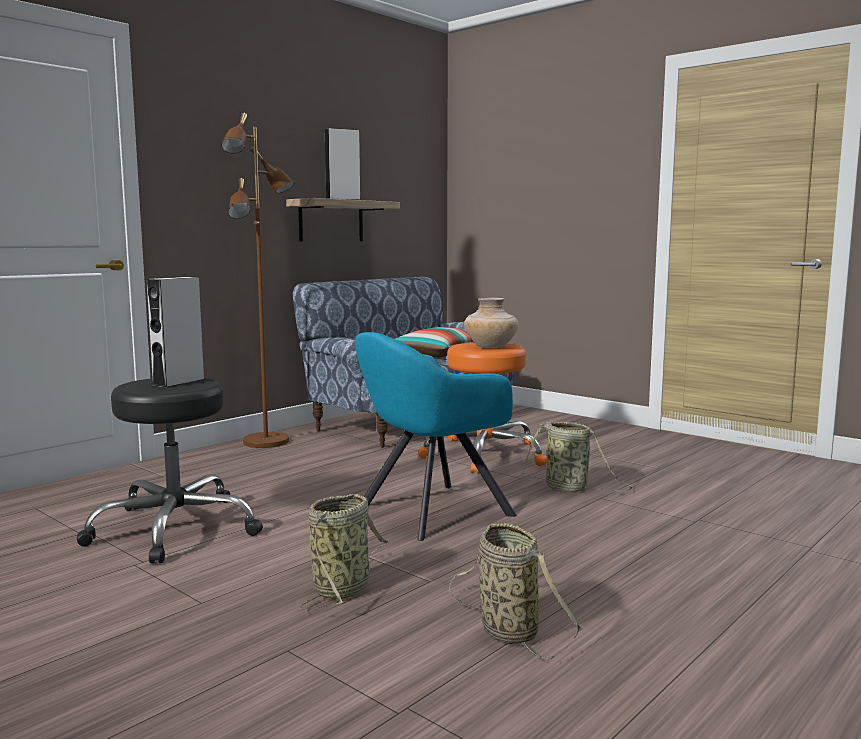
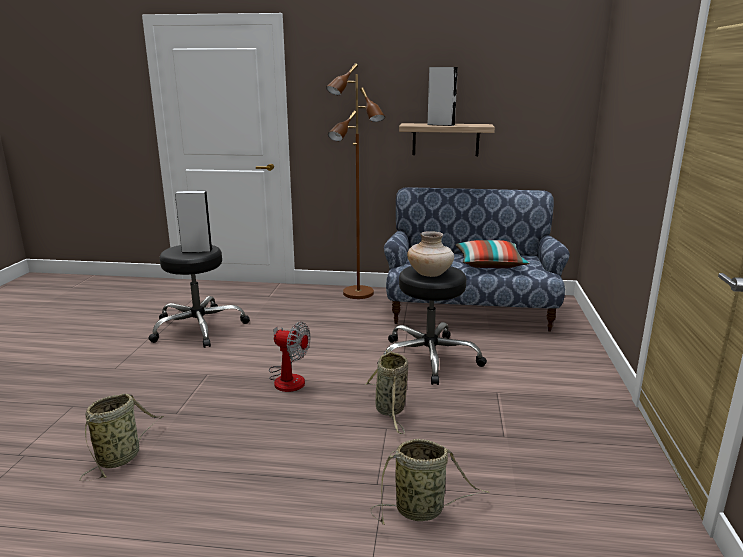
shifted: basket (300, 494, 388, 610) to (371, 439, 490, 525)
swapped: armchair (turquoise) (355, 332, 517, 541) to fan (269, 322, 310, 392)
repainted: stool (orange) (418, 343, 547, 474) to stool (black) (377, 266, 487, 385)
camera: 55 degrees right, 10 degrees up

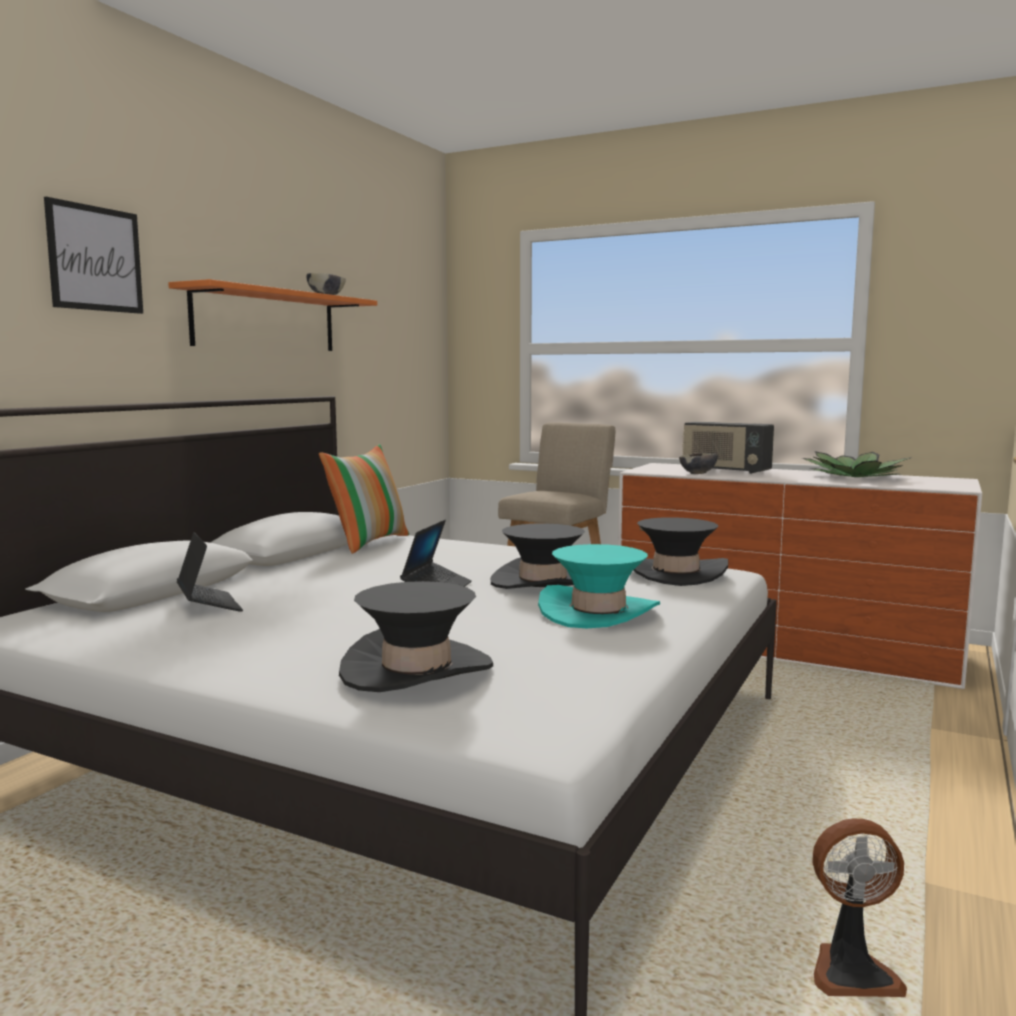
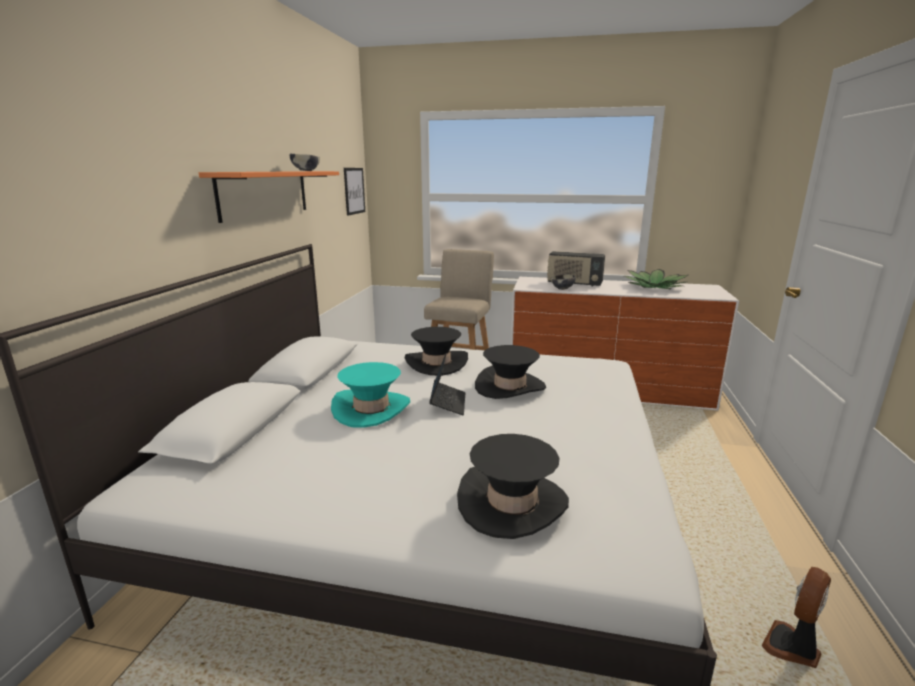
gone: laptop (177, 532, 243, 612); pillow (319, 444, 409, 554)
shifted: picture (44, 197, 143, 314) to (344, 168, 365, 216); hat (turquoise) (538, 544, 660, 628) to (331, 362, 410, 428); hat (black) (633, 517, 728, 586) to (405, 327, 468, 376)
rotated: fan (813, 818, 907, 997) = (761, 567, 831, 668) 150 degrees clockwise
camera: 15 degrees left, 10 degrees up

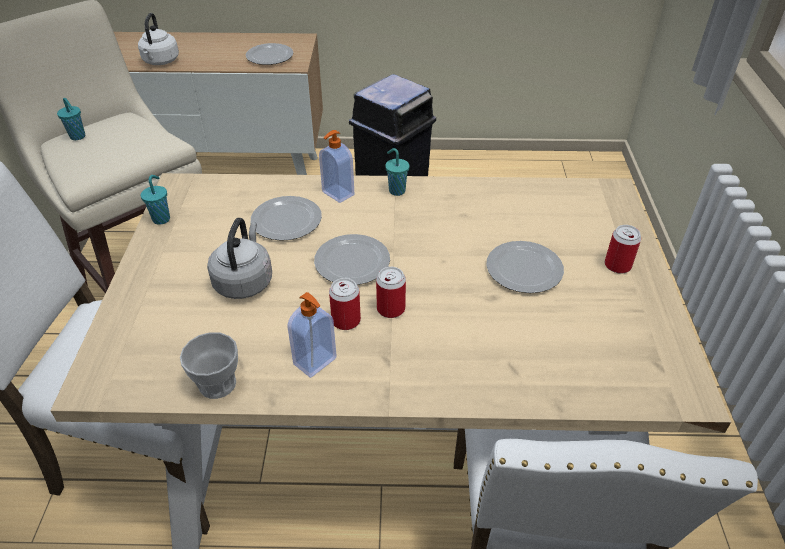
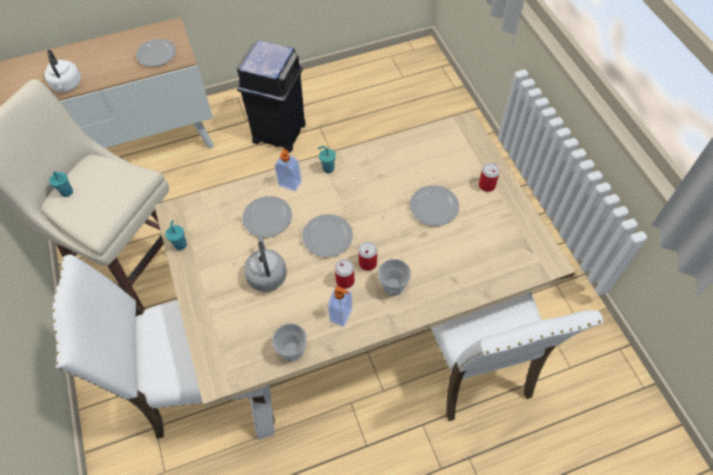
new: cup (378, 259, 411, 296)
camera: 20 degrees left, 15 degrees up

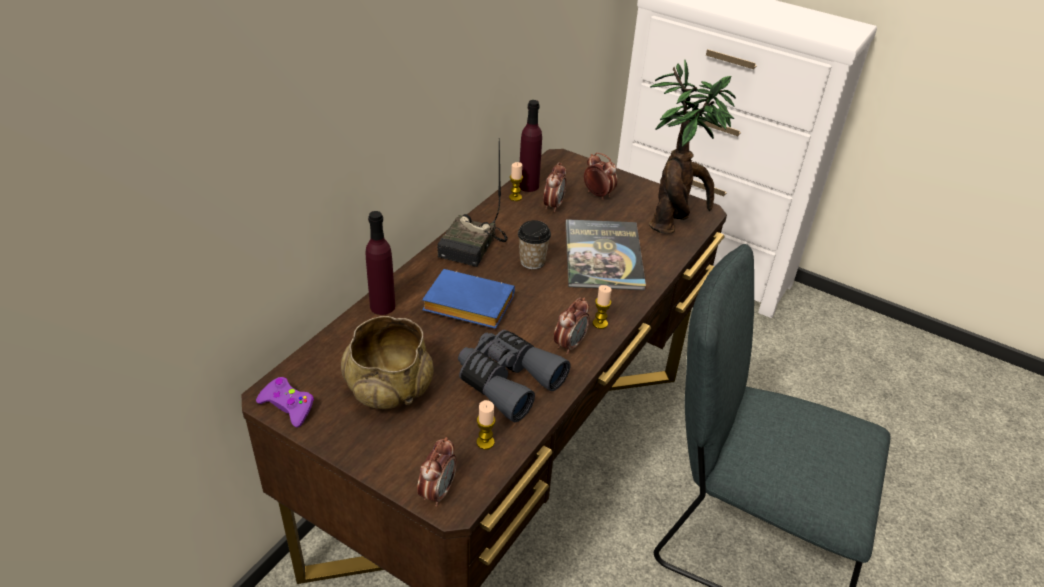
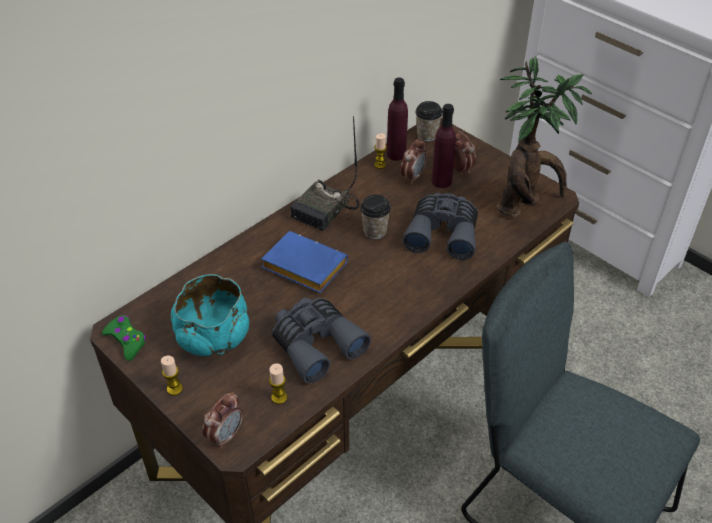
gone: alarm clock (554, 297, 590, 355)
new: cup (416, 101, 443, 142)
shifted: bottle (purple) (366, 211, 395, 315) to (432, 104, 456, 188); candle (593, 285, 612, 329) to (161, 356, 183, 396)
swapped: book (565, 219, 646, 290) to binoculars (grey) (402, 193, 478, 260)
repainted: game controller (purple) (256, 377, 314, 427) to game controller (green) (102, 315, 146, 361); bowl (beige) (341, 316, 434, 409) to bowl (turquoise) (171, 274, 249, 356)
camera: 15 degrees right, 5 degrees up

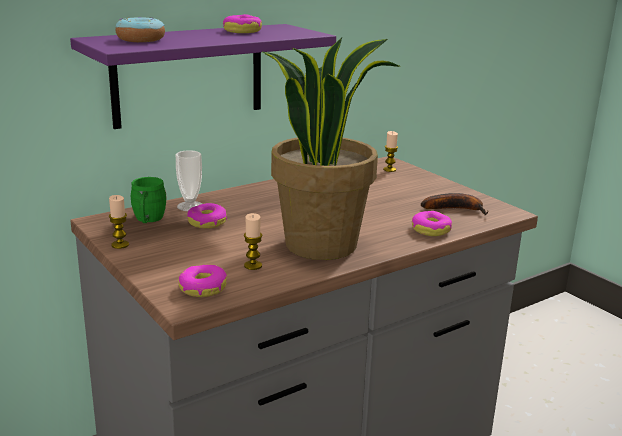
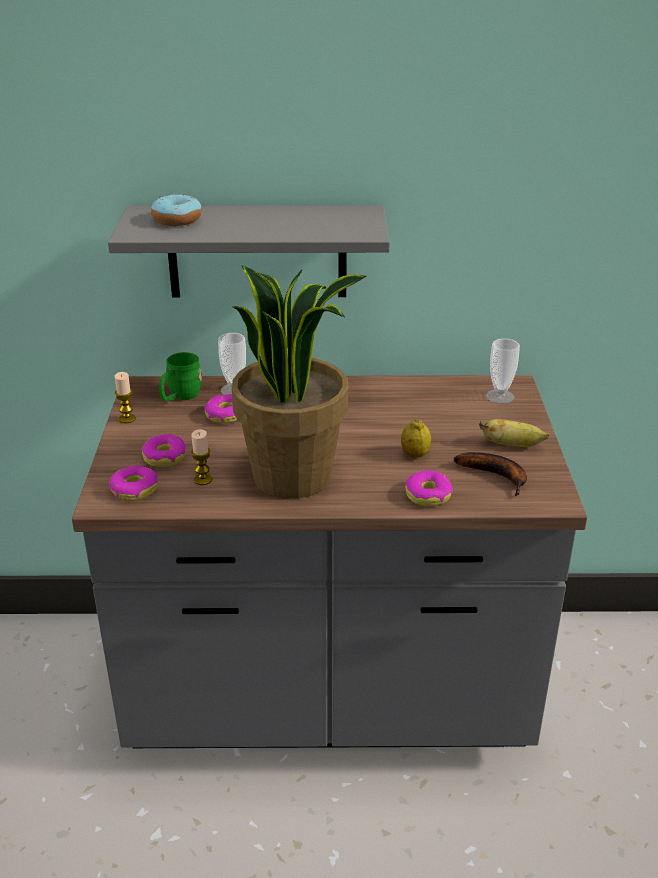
new: lemon (401, 419, 431, 458); banana (479, 419, 549, 447)
shifted: donut (223, 14, 262, 33) to (142, 434, 186, 467)
swapped: candle (383, 131, 398, 172) to cup (486, 338, 520, 404)
repainted: shelf (purple) (70, 24, 336, 129) to shelf (grey) (108, 205, 390, 298)
camera: 35 degrees right, 10 degrees up

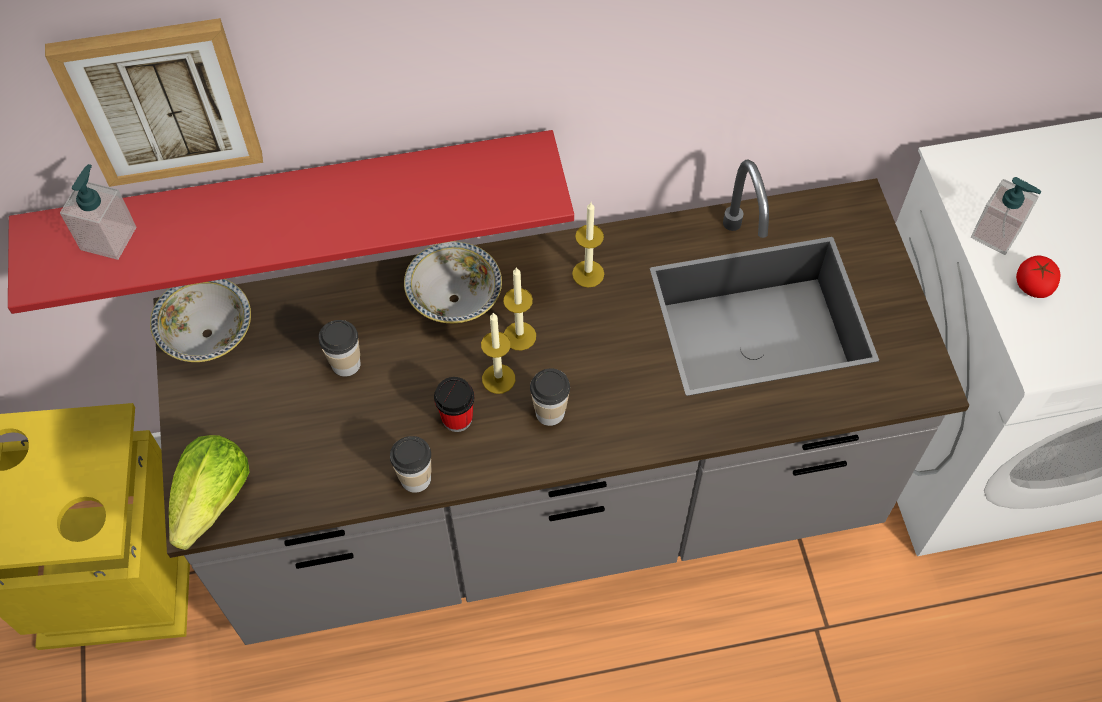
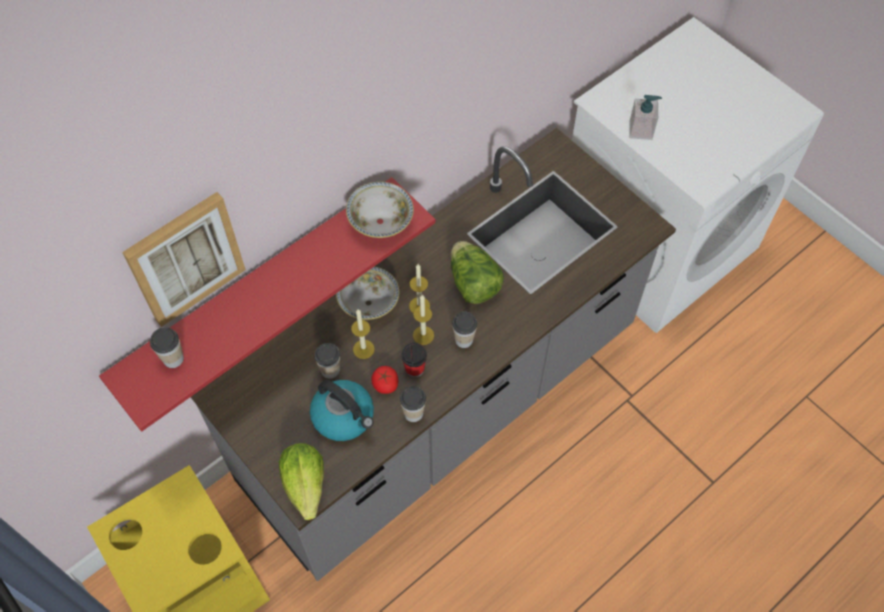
new: kettle (310, 380, 374, 441); lettuce (451, 241, 504, 304)
shifted: bowl (150, 279, 251, 362) to (346, 182, 414, 238); candle (572, 202, 604, 288) to (351, 309, 375, 359); tomato (1016, 255, 1060, 298) to (371, 366, 398, 394)
swapped: soap dispenser (60, 164, 136, 260) to cup (150, 327, 184, 368)
camera: 30 degrees left, 0 degrees up

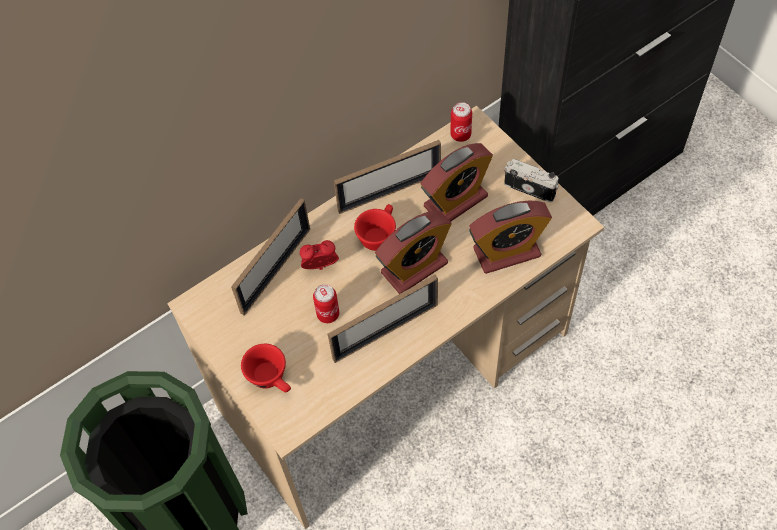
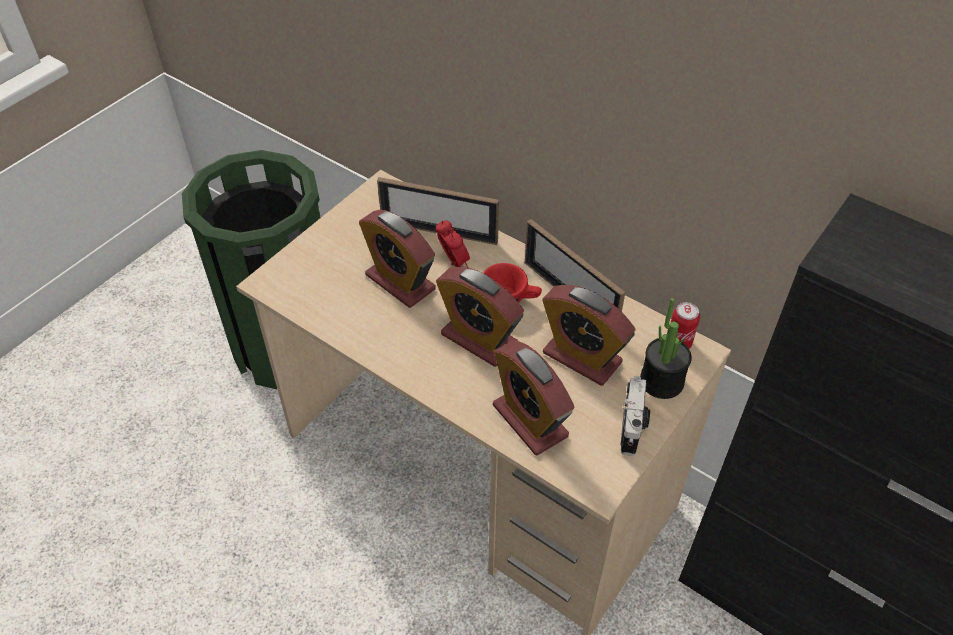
gone: cup (red) (241, 344, 291, 392); picture frame (328, 275, 438, 363)
new: potted plant (640, 298, 692, 399)
swapped: can (313, 284, 339, 323) to alarm clock (359, 210, 436, 308)
camera: 70 degrees right, 10 degrees down

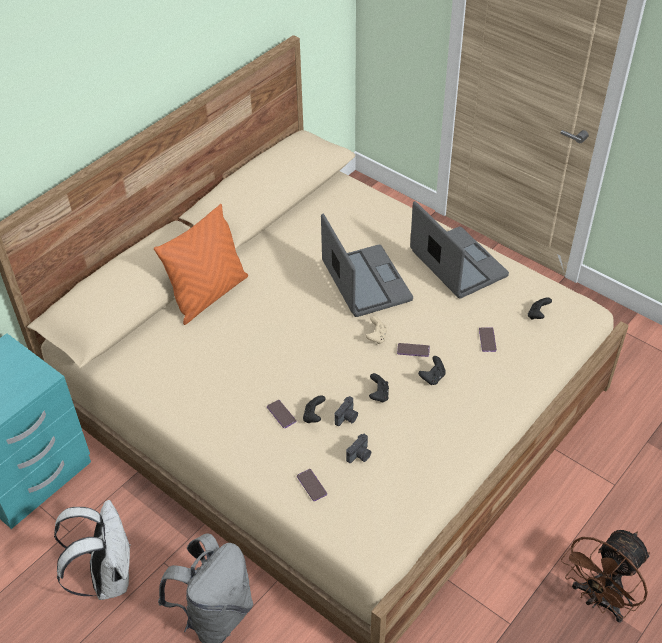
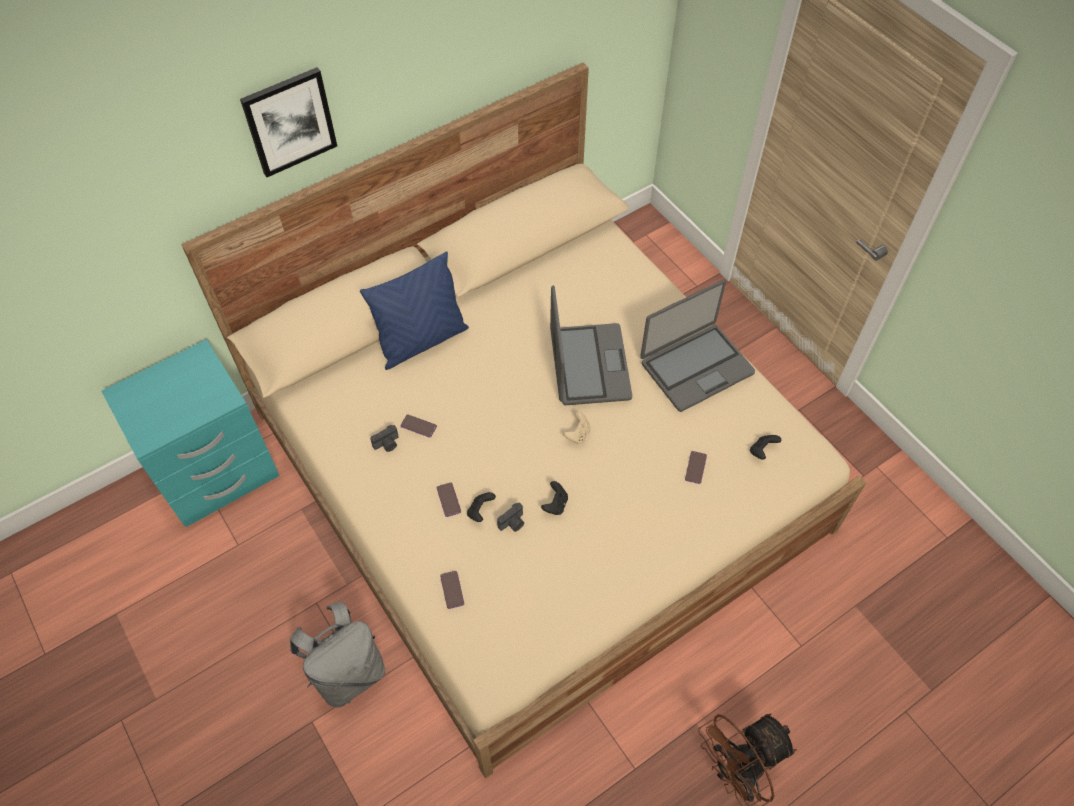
gone: backpack (white) (54, 500, 131, 600); game controller (black) (418, 356, 446, 385)
new: picture (240, 67, 337, 177)
shifted: photo camera (346, 434, 371, 463) to (370, 425, 399, 452); phone (397, 343, 430, 357) to (400, 414, 437, 438)
repainted: pillow (orange) (154, 204, 248, 325) to pillow (blue) (360, 251, 469, 370)
rotated: laptop (410, 201, 509, 299) = (640, 280, 755, 412) 75 degrees clockwise
camera: 15 degrees right, 10 degrees up

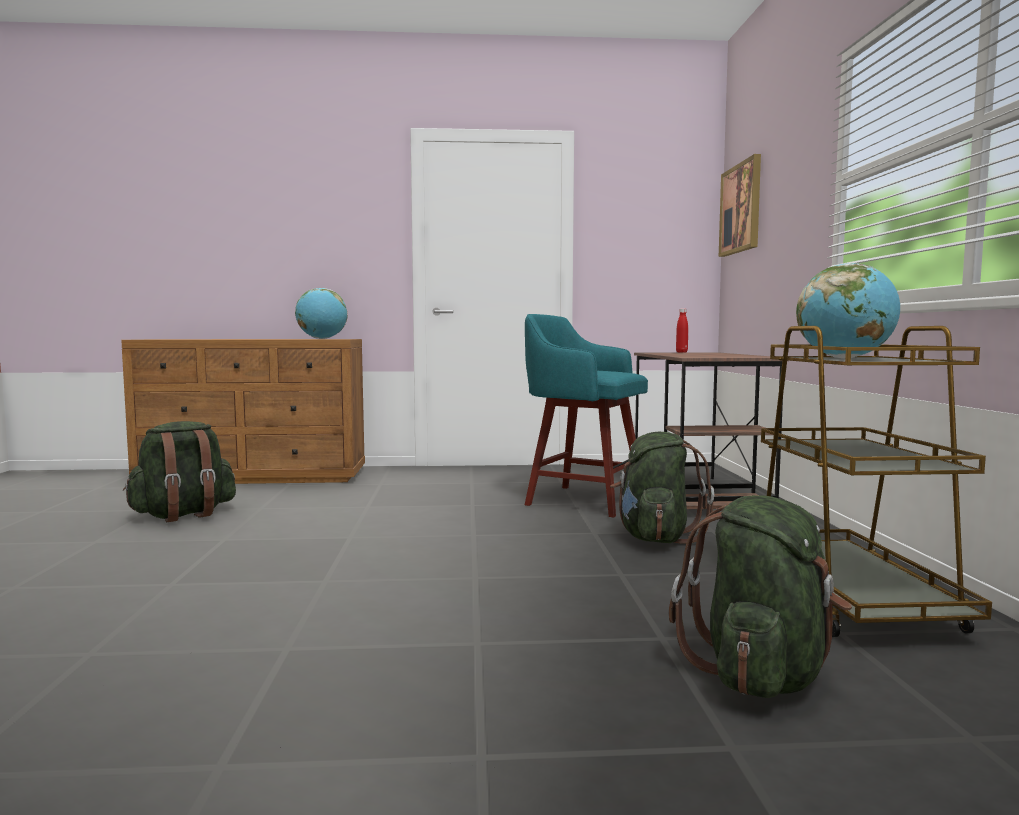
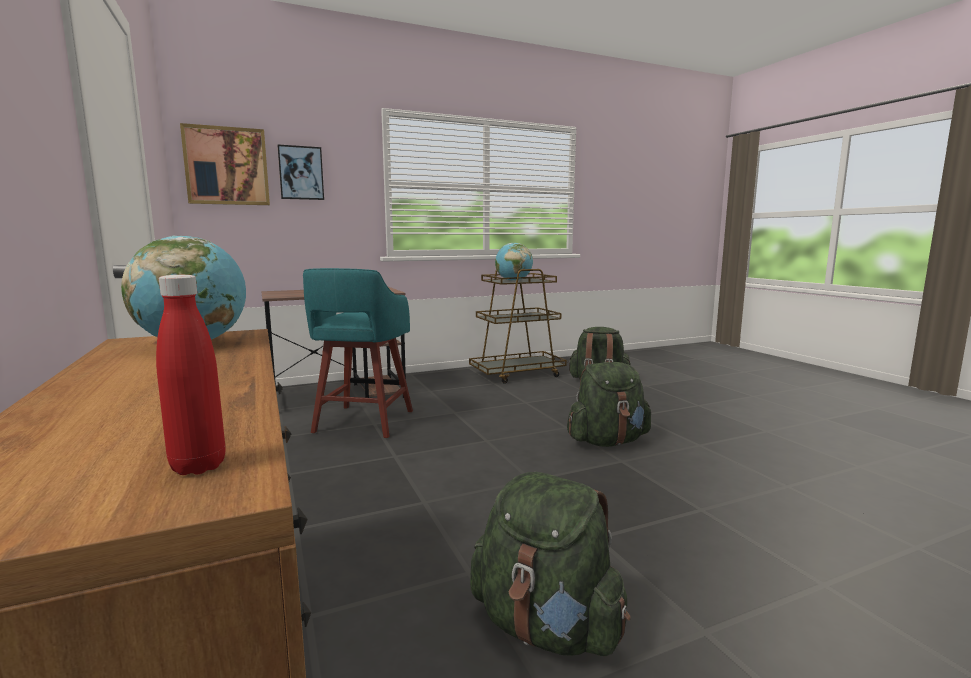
new: picture (278, 144, 324, 200)
shifted: backpack (green) (610, 432, 714, 544) to (567, 362, 651, 447); bottle (red) (676, 308, 688, 352) to (156, 275, 225, 475)
camera: 110 degrees left, 5 degrees up

